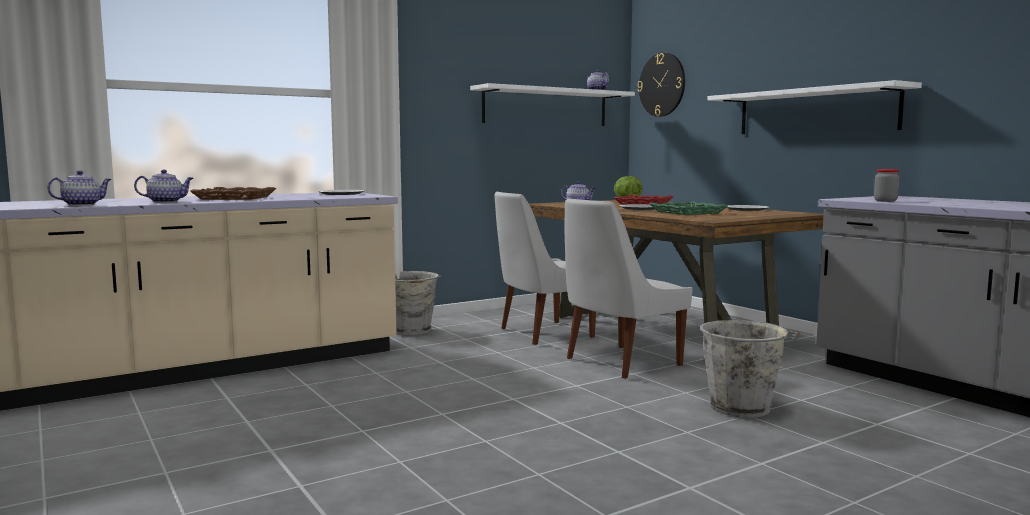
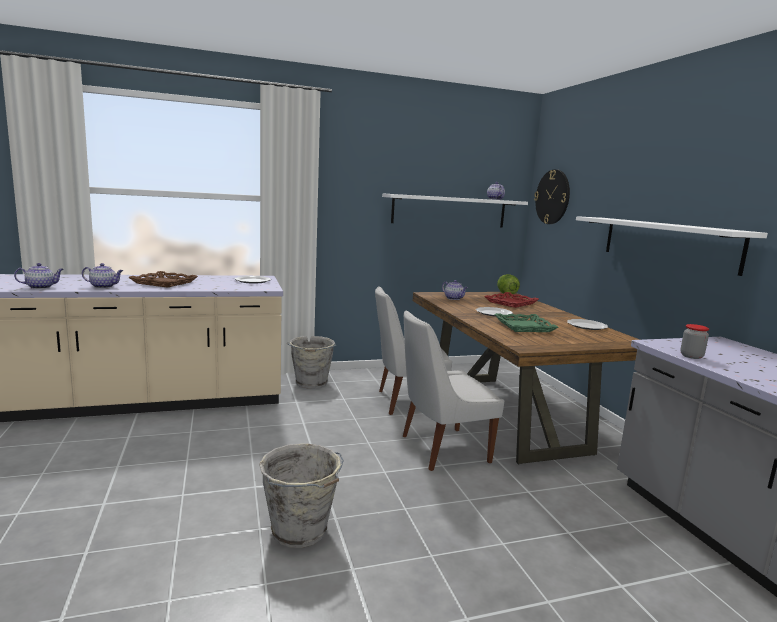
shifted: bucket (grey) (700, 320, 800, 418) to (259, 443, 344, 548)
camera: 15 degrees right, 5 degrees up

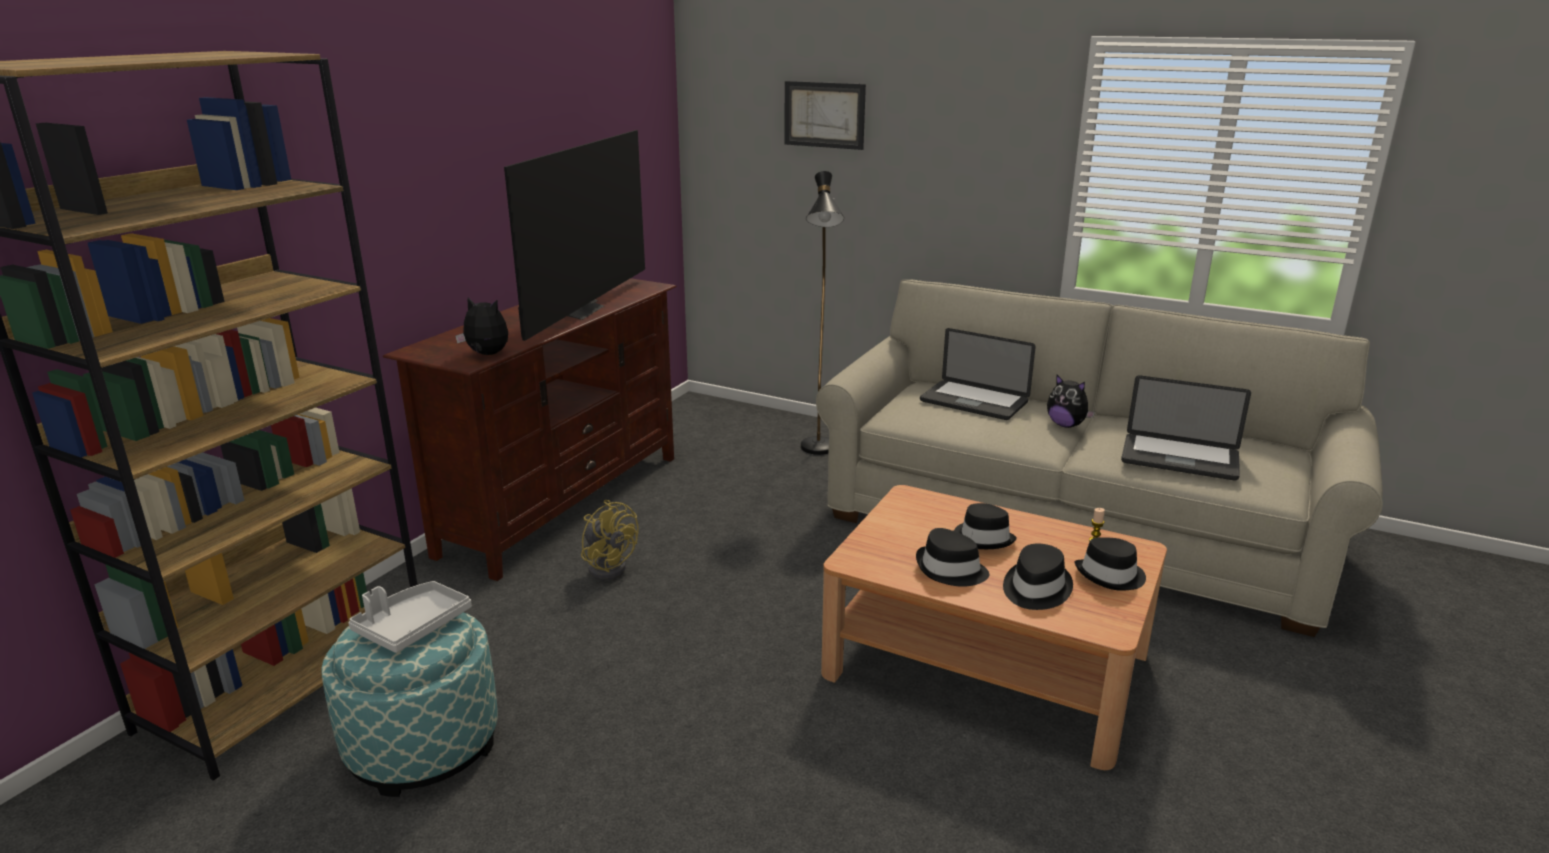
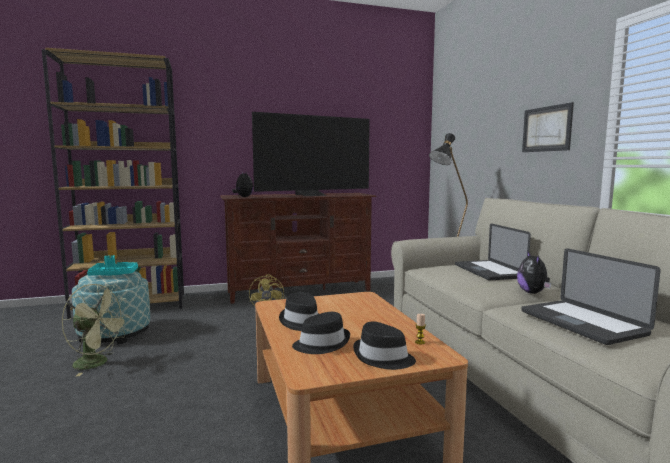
gone: hat (black) (954, 503, 1017, 549)
new: fan (green) (62, 284, 130, 377)
shifted: picture (784, 81, 866, 150) to (522, 102, 574, 152)
repainted: tray (grey) (348, 581, 472, 653) to tray (turquoise) (87, 255, 138, 275)
camera: 45 degrees right, 15 degrees down

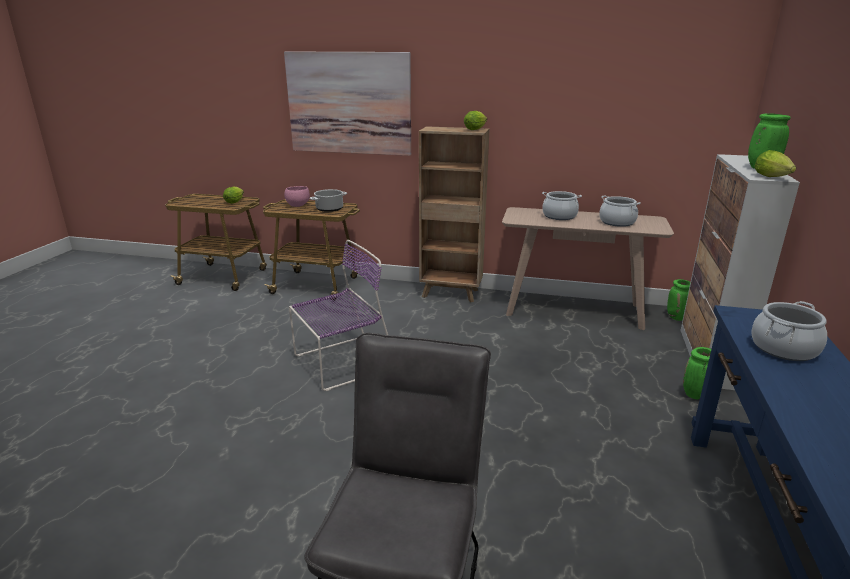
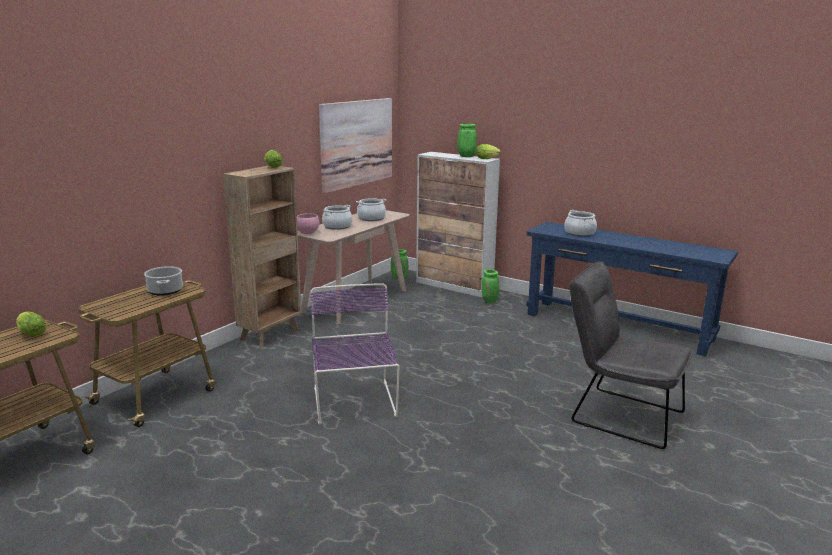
shifted: picture (284, 52, 411, 156) to (319, 98, 392, 193); bowl (pink) (284, 186, 310, 207) to (297, 214, 320, 234)
camera: 70 degrees left, 5 degrees down

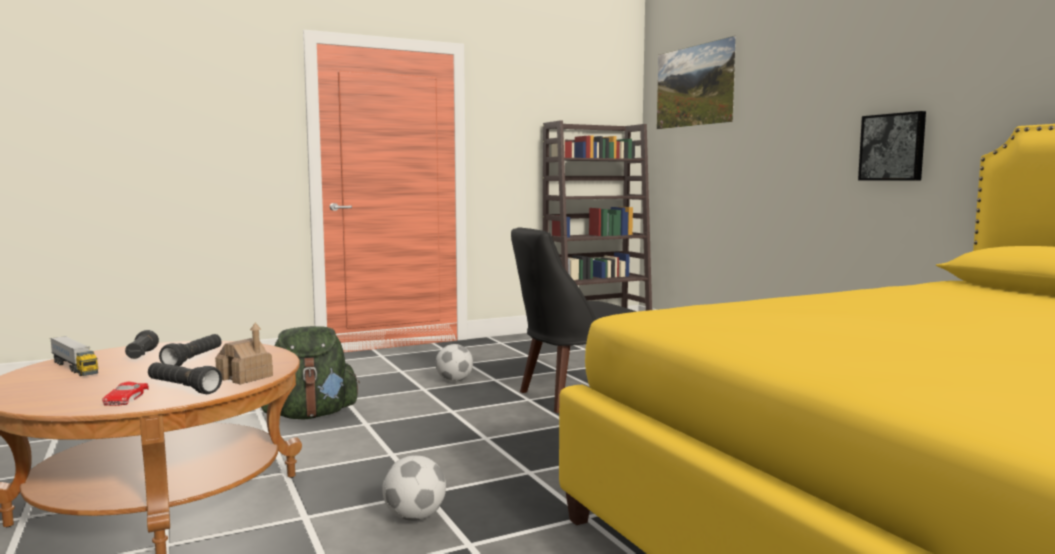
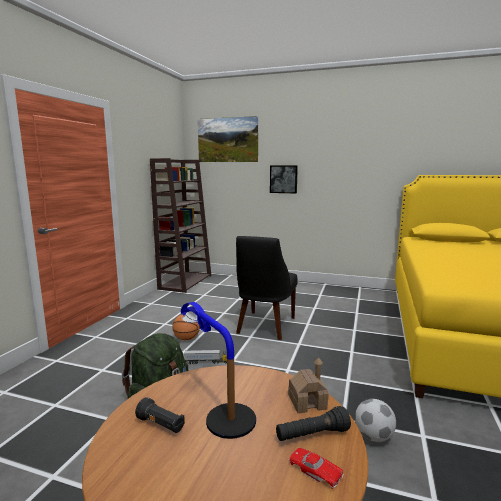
shifted: toy truck (50, 336, 98, 376) to (184, 350, 227, 364); picture (858, 111, 926, 180) to (270, 165, 298, 193)
swapped: flashlight (black) (159, 334, 222, 366) to table lamp (181, 302, 256, 439); football (436, 344, 473, 382) to basketball (172, 314, 200, 340)
camera: 45 degrees left, 5 degrees up

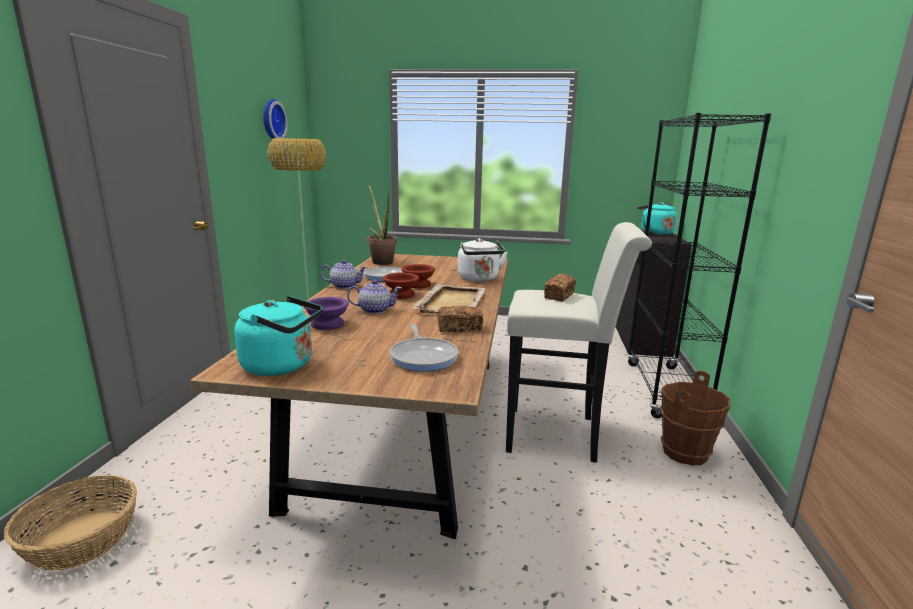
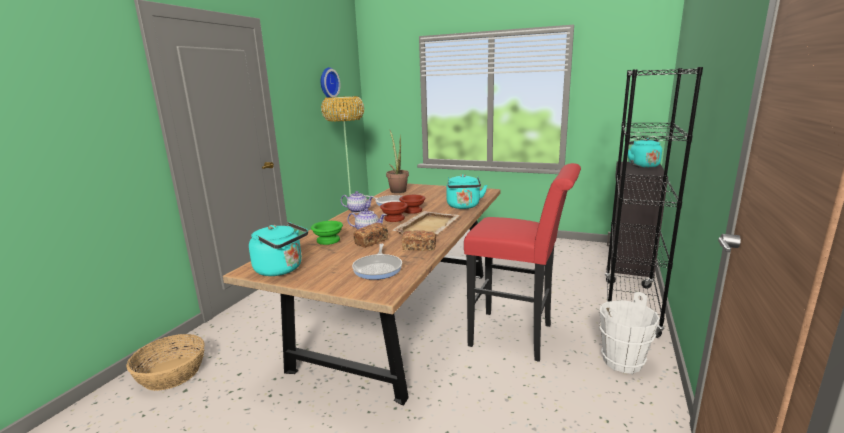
shifted: bread (544, 274, 576, 302) to (353, 223, 388, 248)
repainted: bowl (purple) (304, 297, 349, 330) to bowl (green) (311, 221, 343, 245); kettle (white) (458, 238, 508, 282) to kettle (turquoise) (446, 174, 487, 209); stool (white) (506, 222, 652, 463) to stool (red) (464, 163, 581, 362); bucket (brown) (660, 371, 730, 466) to bucket (white) (599, 292, 660, 374)
camera: 15 degrees right, 0 degrees up

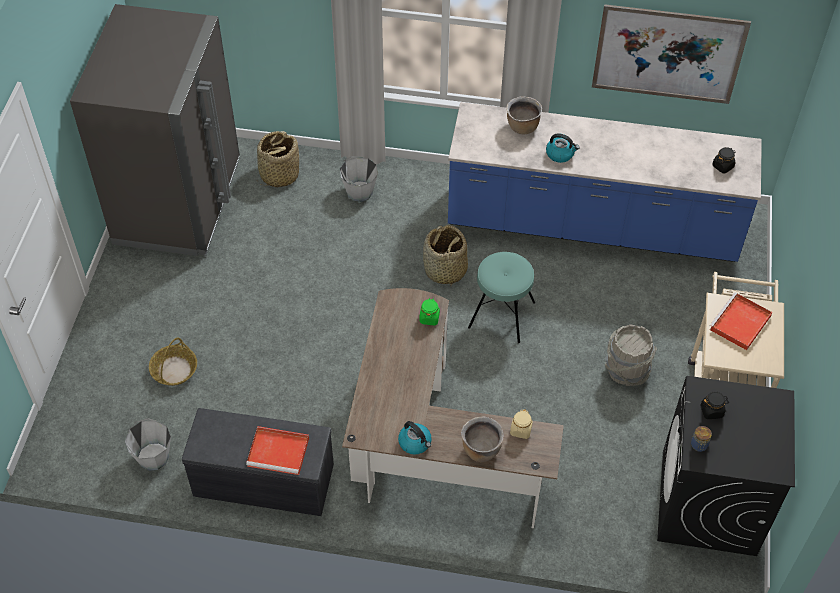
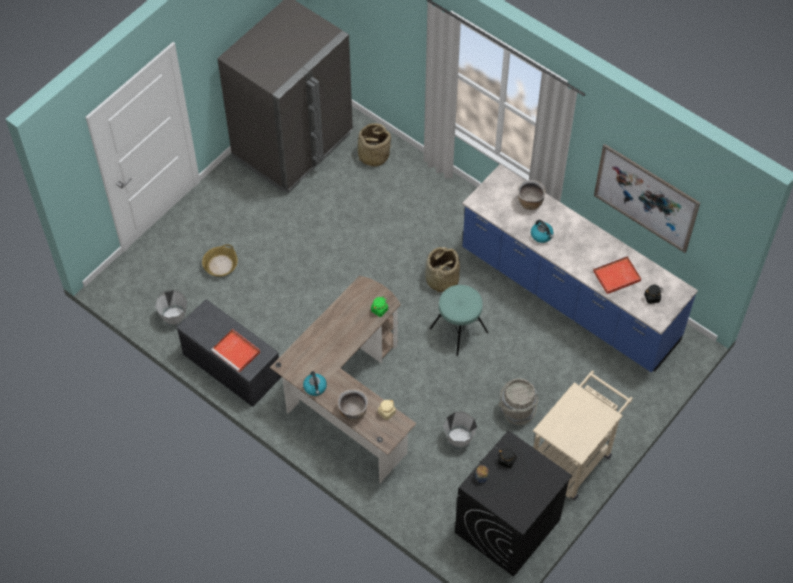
shifted: bucket (grey) (340, 156, 378, 202) to (443, 411, 477, 449); tray (red) (710, 293, 773, 350) to (593, 255, 641, 294)
camera: 30 degrees right, 5 degrees up

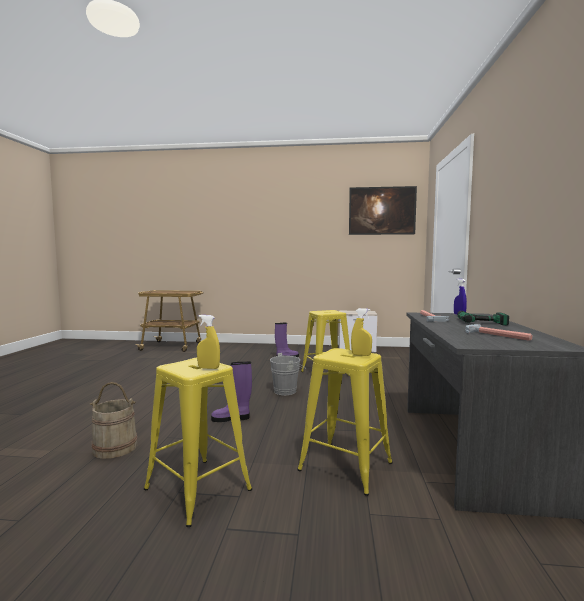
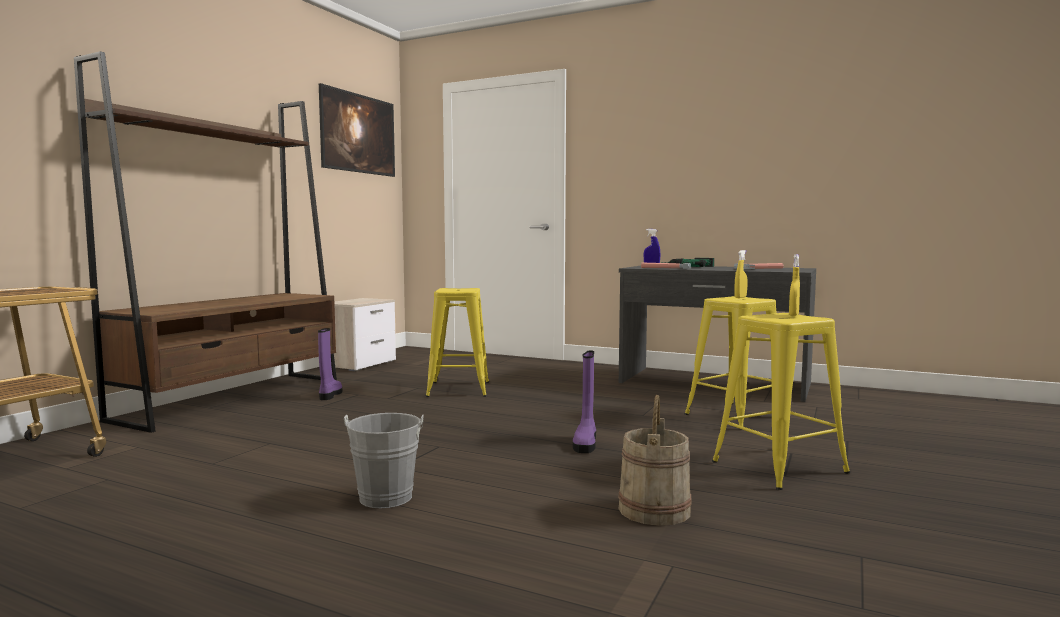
new: bookcase (brown) (74, 51, 337, 433)
shifted: bucket (grey) (270, 353, 306, 396) to (344, 413, 424, 508)
camera: 70 degrees left, 0 degrees up

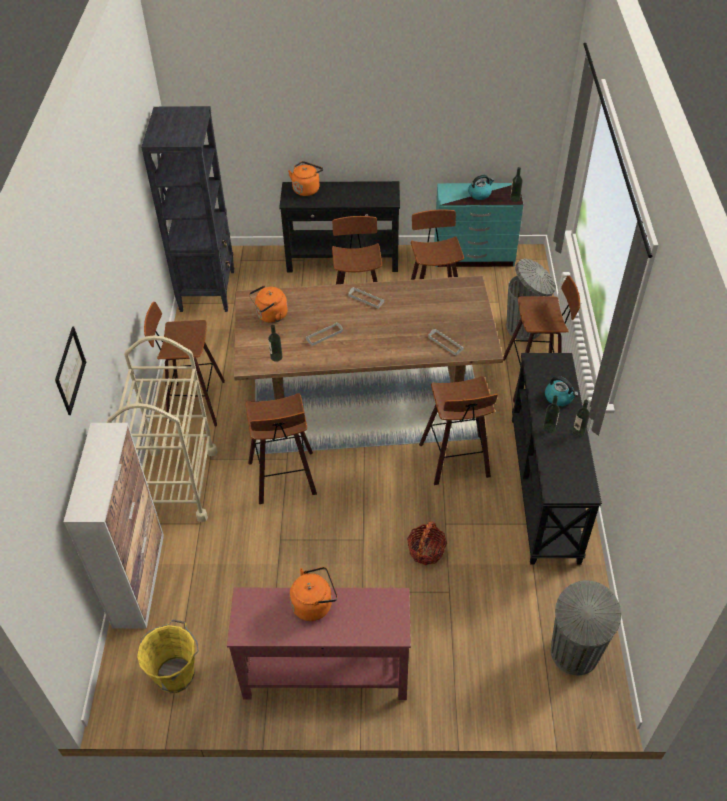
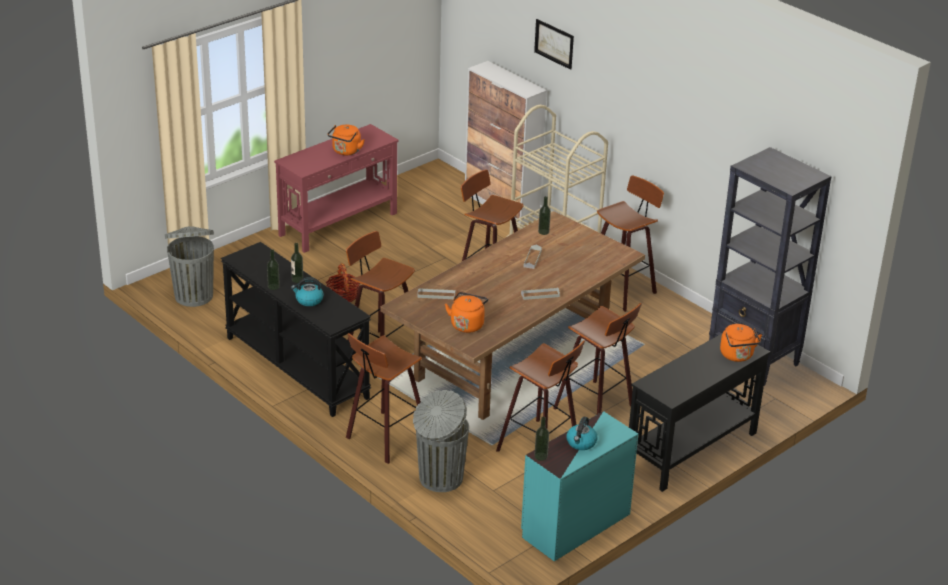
gone: bucket (yellow) (137, 619, 199, 693)
shifted: kettle (orange) (249, 285, 288, 323) to (445, 292, 488, 333)
camera: 135 degrees right, 15 degrees down

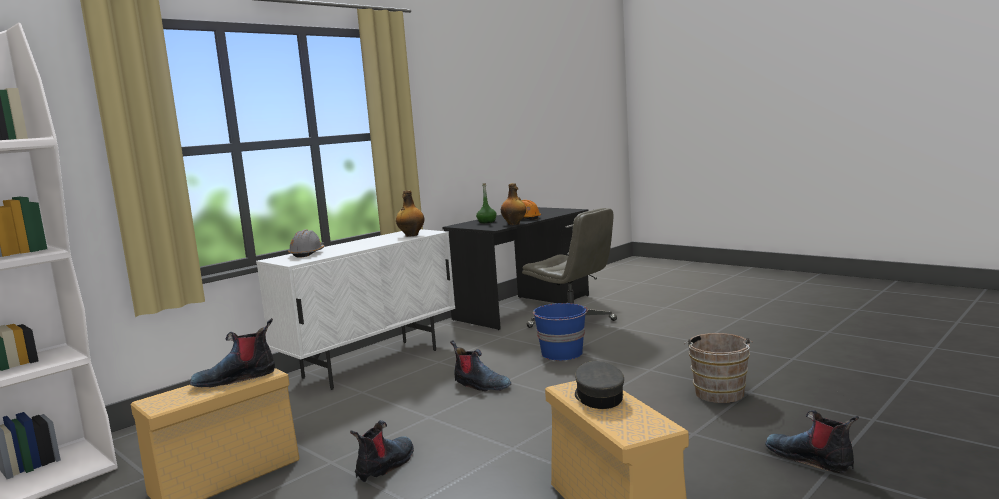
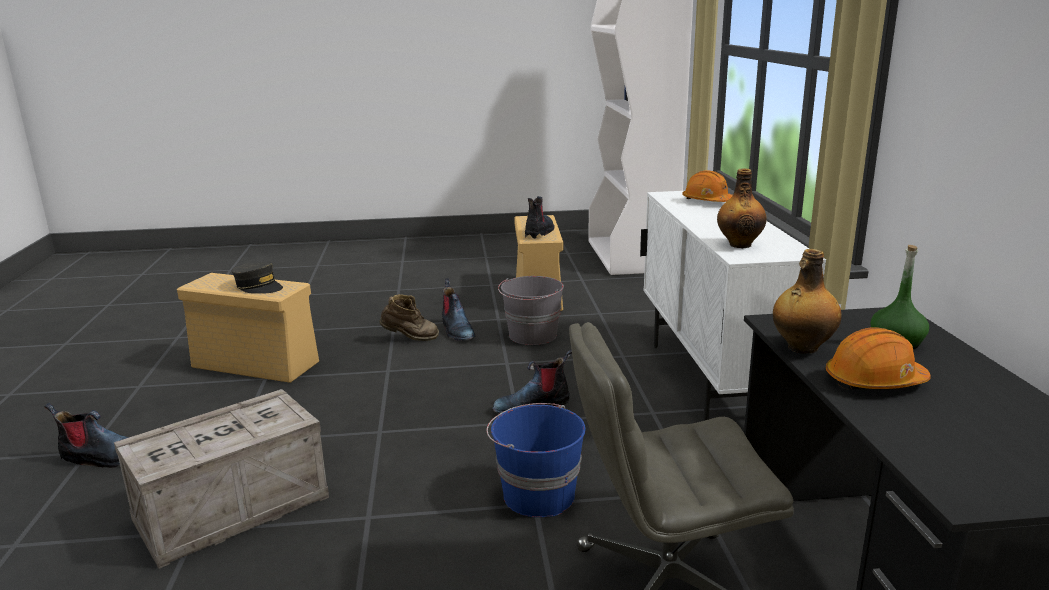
new: boot (brown) (379, 294, 439, 341); bucket (grey) (498, 276, 564, 345)
swapped: bucket (brown) (684, 333, 753, 403) to crate (114, 389, 329, 569)
repainted: hard hat (grey) (288, 229, 324, 258) to hard hat (orange) (682, 170, 733, 202)
camera: 130 degrees right, 10 degrees up

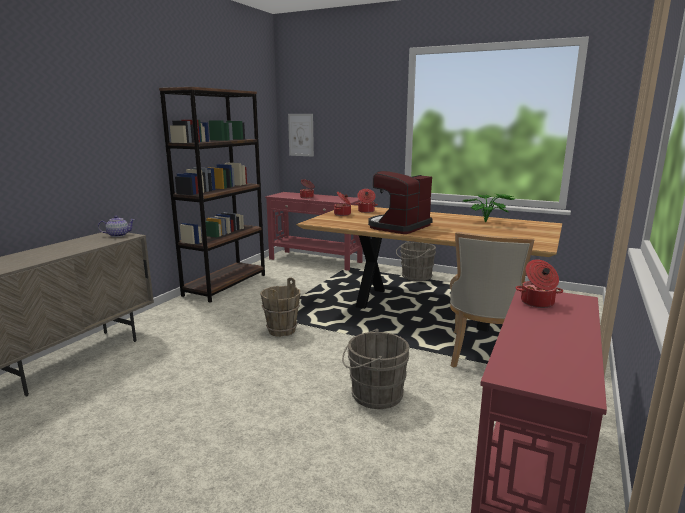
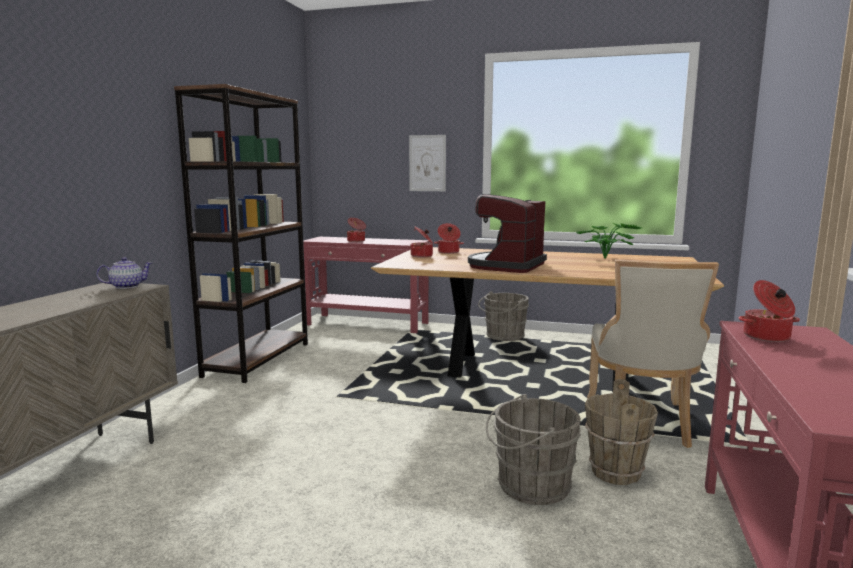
shifted: bucket (brown) (260, 277, 300, 337) to (585, 379, 658, 485); picture (288, 114, 314, 157) to (409, 135, 446, 191)
camera: 10 degrees left, 5 degrees down

